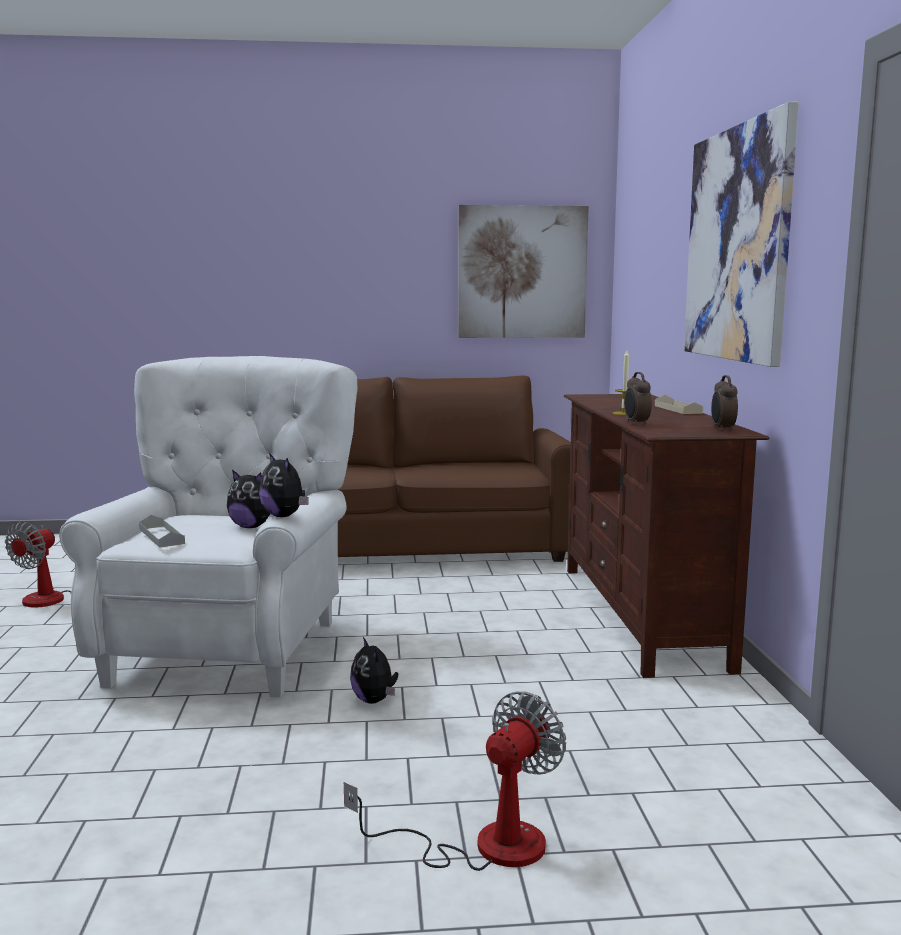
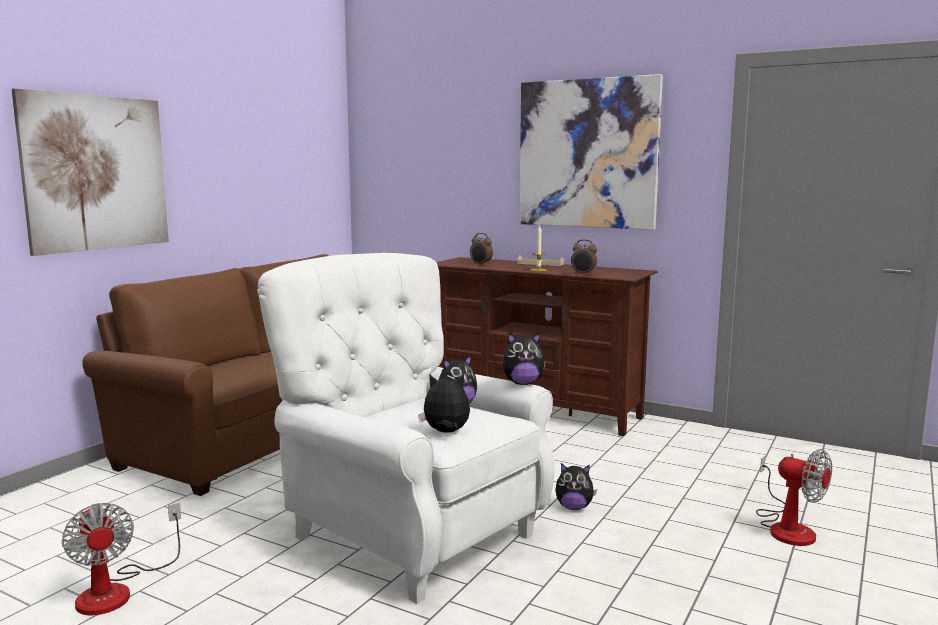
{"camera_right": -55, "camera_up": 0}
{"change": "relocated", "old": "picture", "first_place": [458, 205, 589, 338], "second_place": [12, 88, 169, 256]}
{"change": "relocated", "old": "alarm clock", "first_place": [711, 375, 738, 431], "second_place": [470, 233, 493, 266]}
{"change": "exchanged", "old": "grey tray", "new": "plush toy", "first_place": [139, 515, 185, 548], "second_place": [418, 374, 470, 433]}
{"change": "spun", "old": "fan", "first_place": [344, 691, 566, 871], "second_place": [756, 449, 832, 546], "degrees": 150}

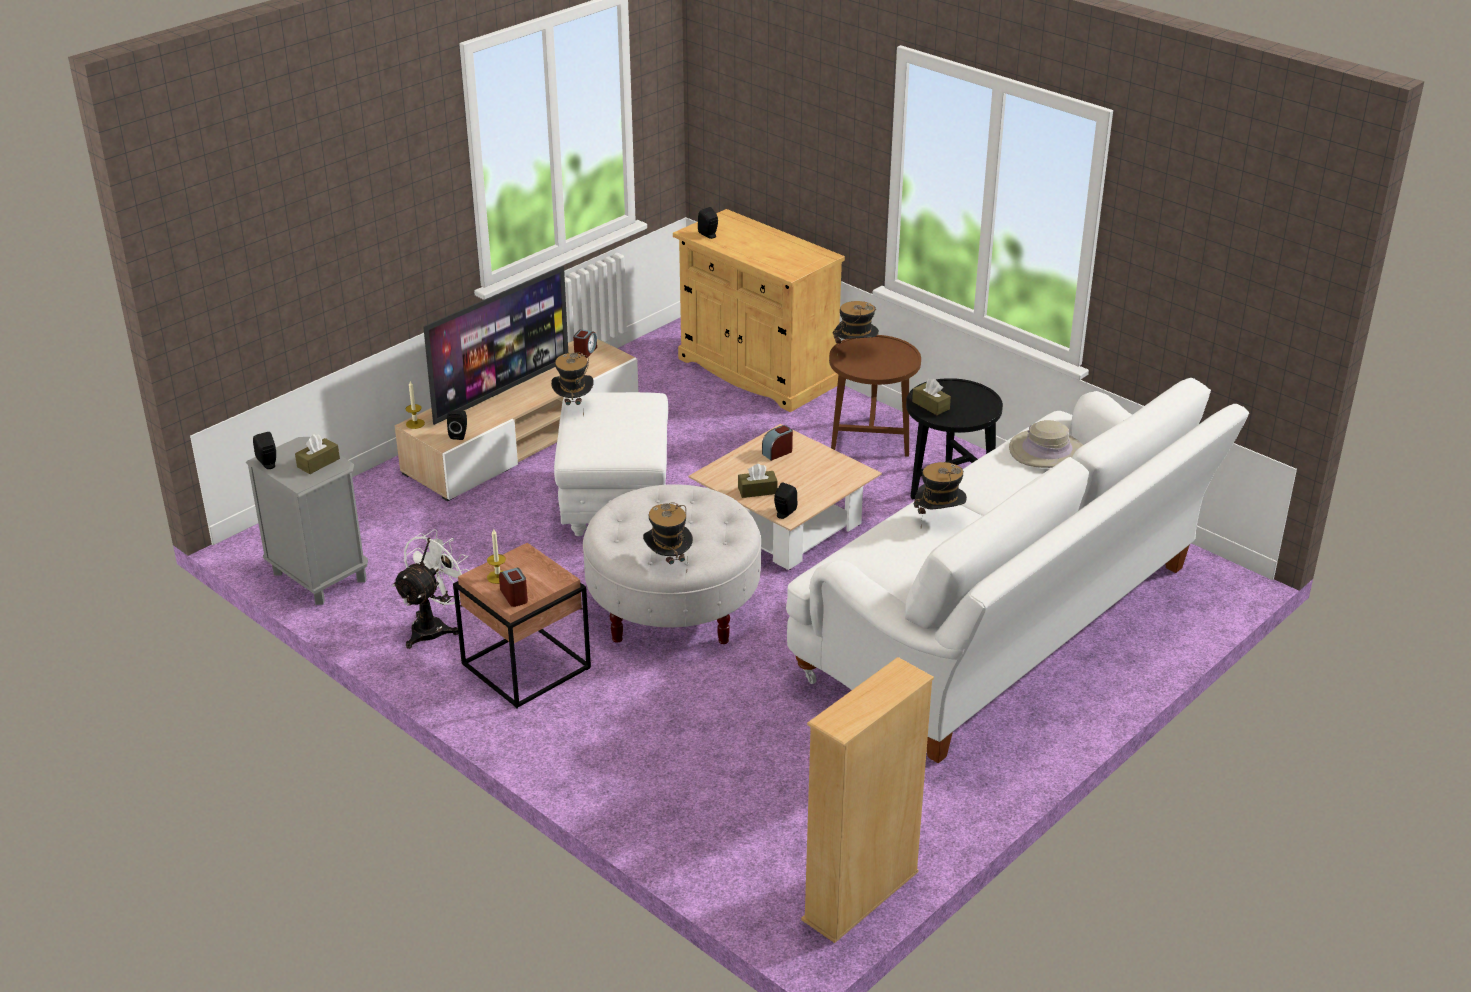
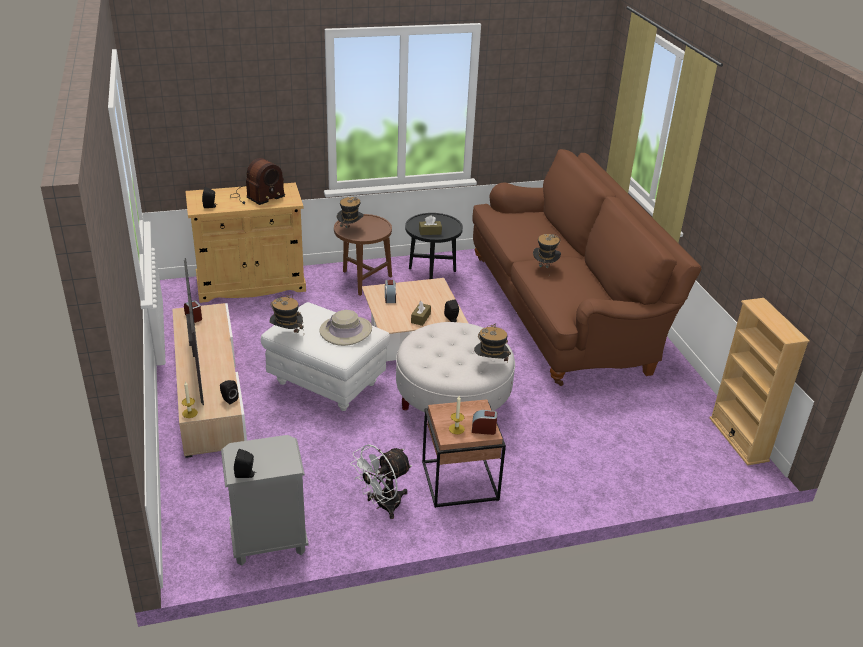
{"camera_right": -60, "camera_up": 0}
{"change": "missing", "old": "brown tissue box", "first_place": [295, 434, 340, 474]}
{"change": "appeared", "new": "radio", "second_place": [230, 158, 285, 205]}
{"change": "relocated", "old": "beige hat", "first_place": [1009, 420, 1083, 468], "second_place": [320, 310, 372, 346]}
{"change": "colour", "old": "white sofa", "new": "brown sofa", "first_place": [786, 378, 1249, 763], "second_place": [472, 149, 702, 386]}
{"change": "spun", "old": "white fan", "first_place": [392, 529, 469, 649], "second_place": [351, 444, 412, 519], "degrees": -105}

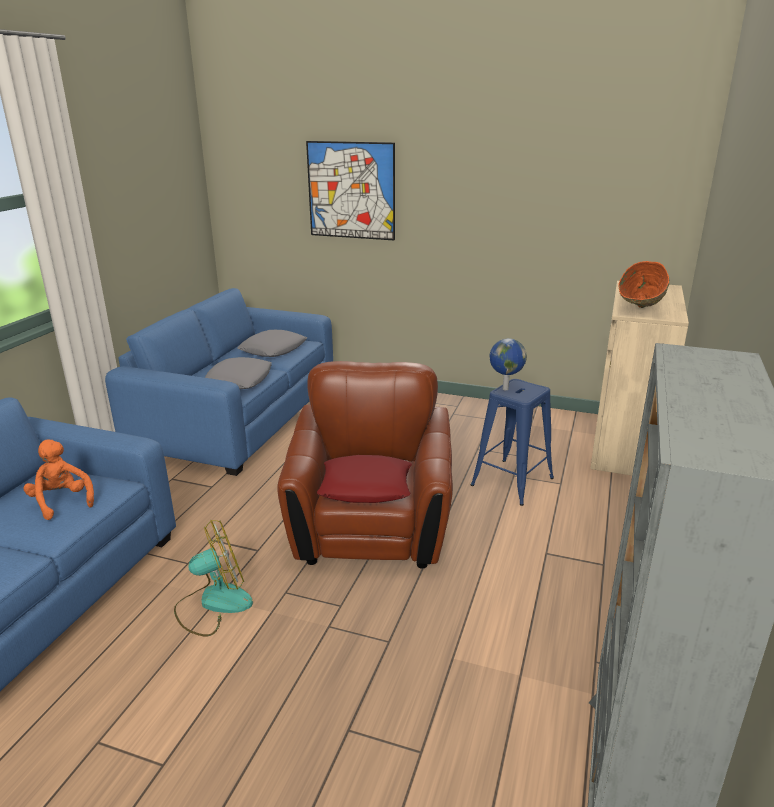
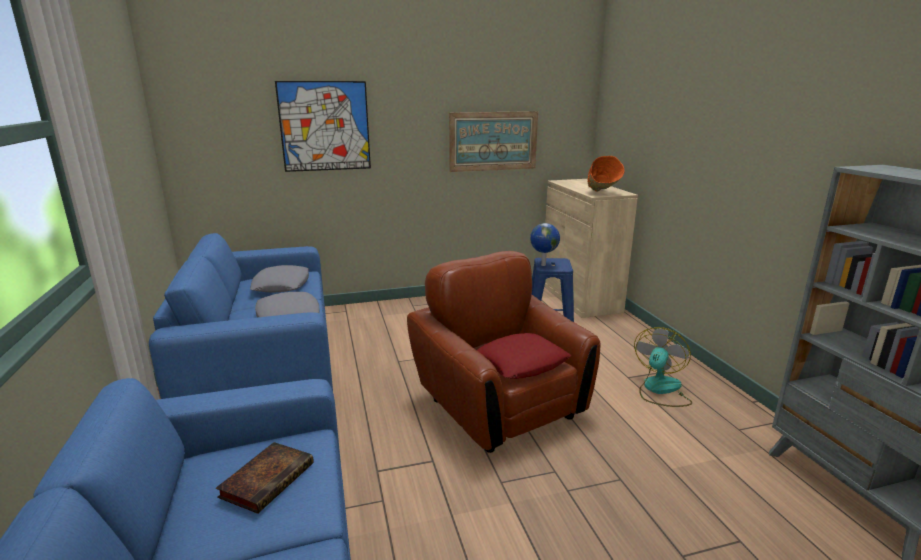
{"camera_right": -35, "camera_up": -5}
{"change": "appeared", "new": "picture", "second_place": [449, 111, 538, 172]}
{"change": "relocated", "old": "fan", "first_place": [174, 520, 253, 636], "second_place": [634, 327, 692, 407]}
{"change": "exchanged", "old": "orange plush toy", "new": "book", "first_place": [24, 439, 94, 520], "second_place": [216, 442, 314, 514]}

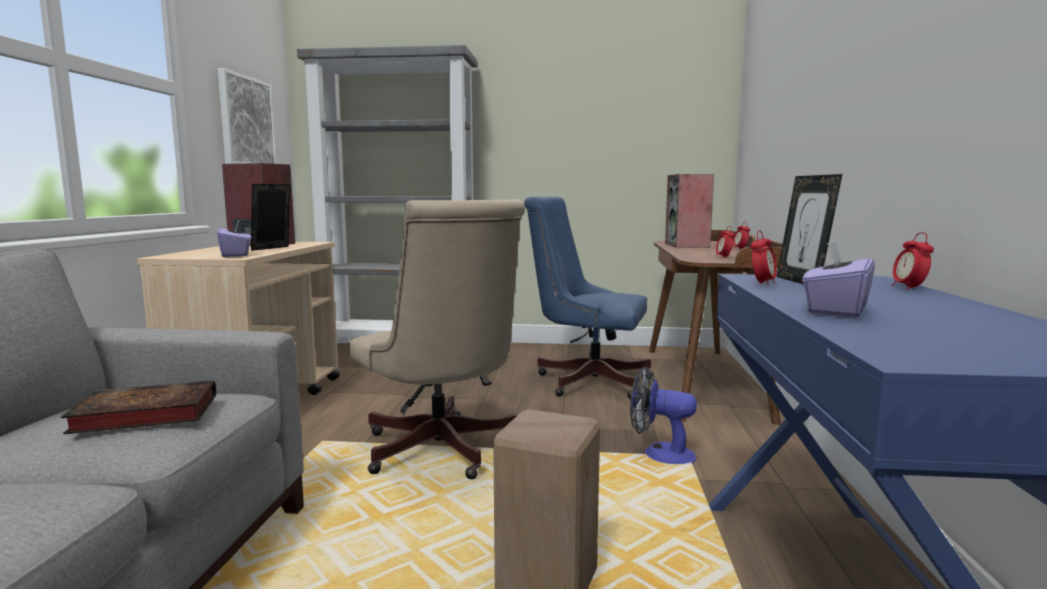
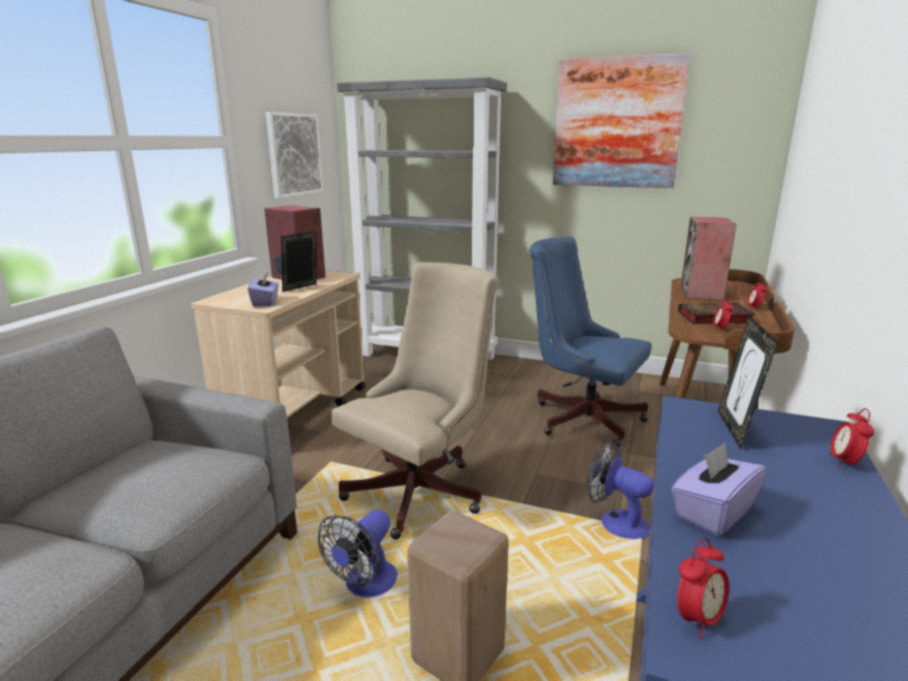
{"camera_right": 15, "camera_up": 10}
{"change": "appeared", "new": "fan", "second_place": [318, 510, 398, 597]}
{"change": "appeared", "new": "picture", "second_place": [553, 53, 690, 188]}
{"change": "relocated", "old": "book", "first_place": [61, 380, 216, 434], "second_place": [678, 303, 756, 324]}
{"change": "relocated", "old": "alarm clock", "first_place": [750, 230, 777, 286], "second_place": [677, 538, 729, 638]}
{"change": "spun", "old": "beige office chair", "first_place": [350, 199, 525, 479], "second_place": [332, 262, 499, 539], "degrees": -120}

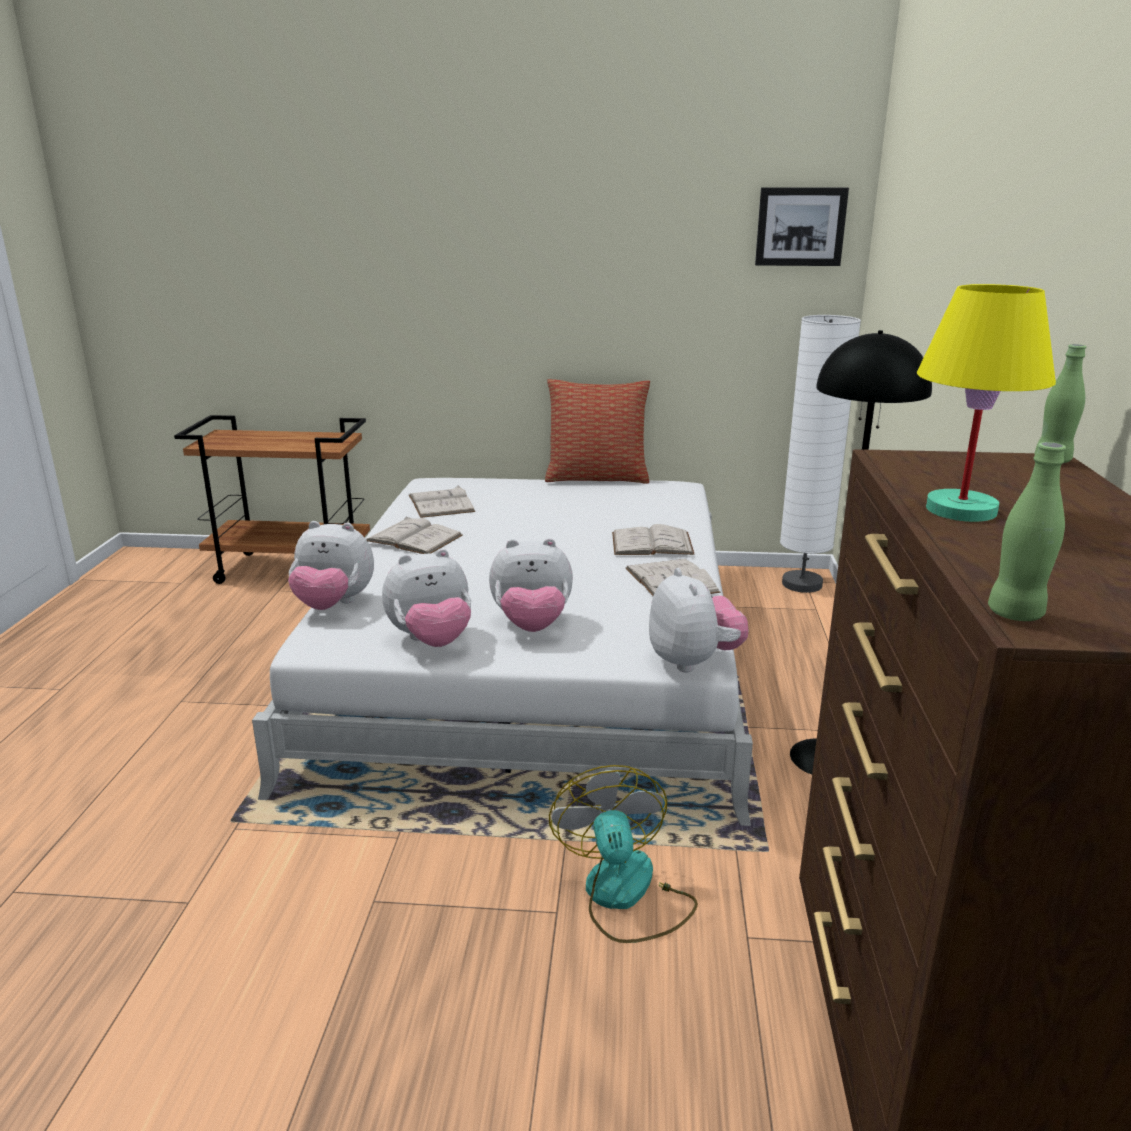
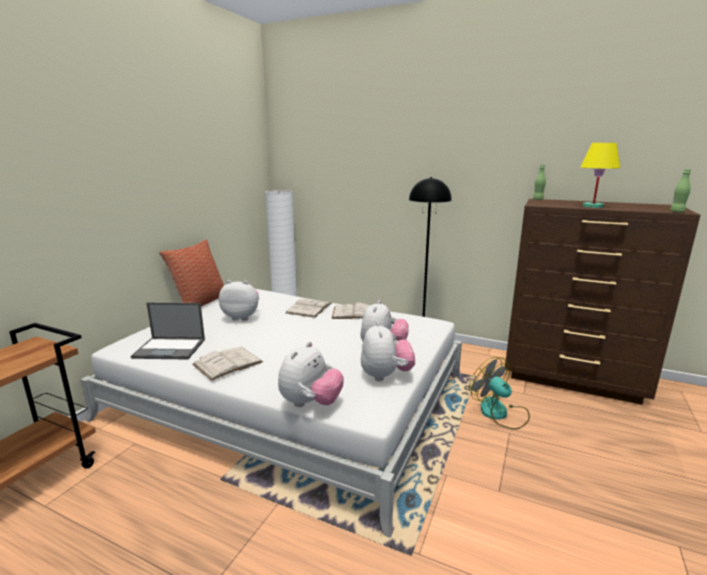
{"camera_right": -70, "camera_up": -5}
{"change": "missing", "old": "picture", "first_place": [755, 187, 849, 266]}
{"change": "relocated", "old": "plush toy", "first_place": [649, 568, 748, 672], "second_place": [219, 280, 259, 321]}
{"change": "exchanged", "old": "white book", "new": "laptop", "first_place": [409, 485, 475, 518], "second_place": [131, 303, 205, 360]}
{"change": "spun", "old": "fan", "first_place": [549, 765, 698, 943], "second_place": [469, 357, 530, 430], "degrees": 45}

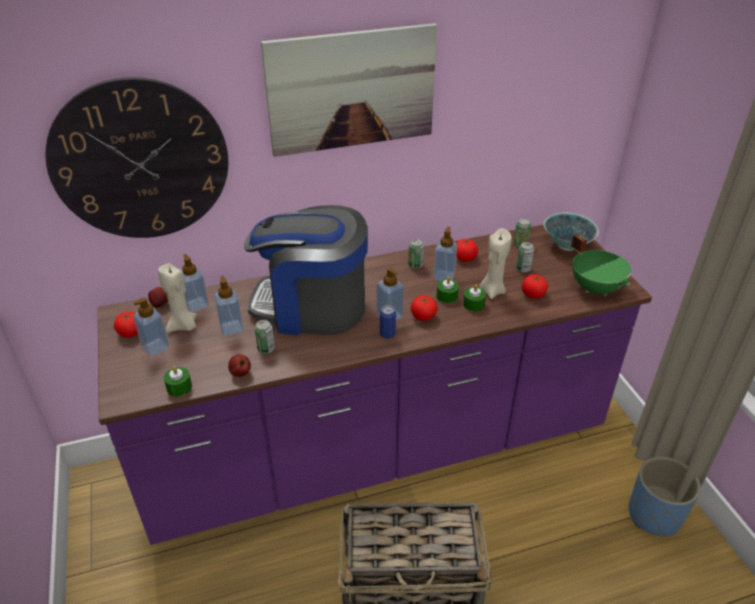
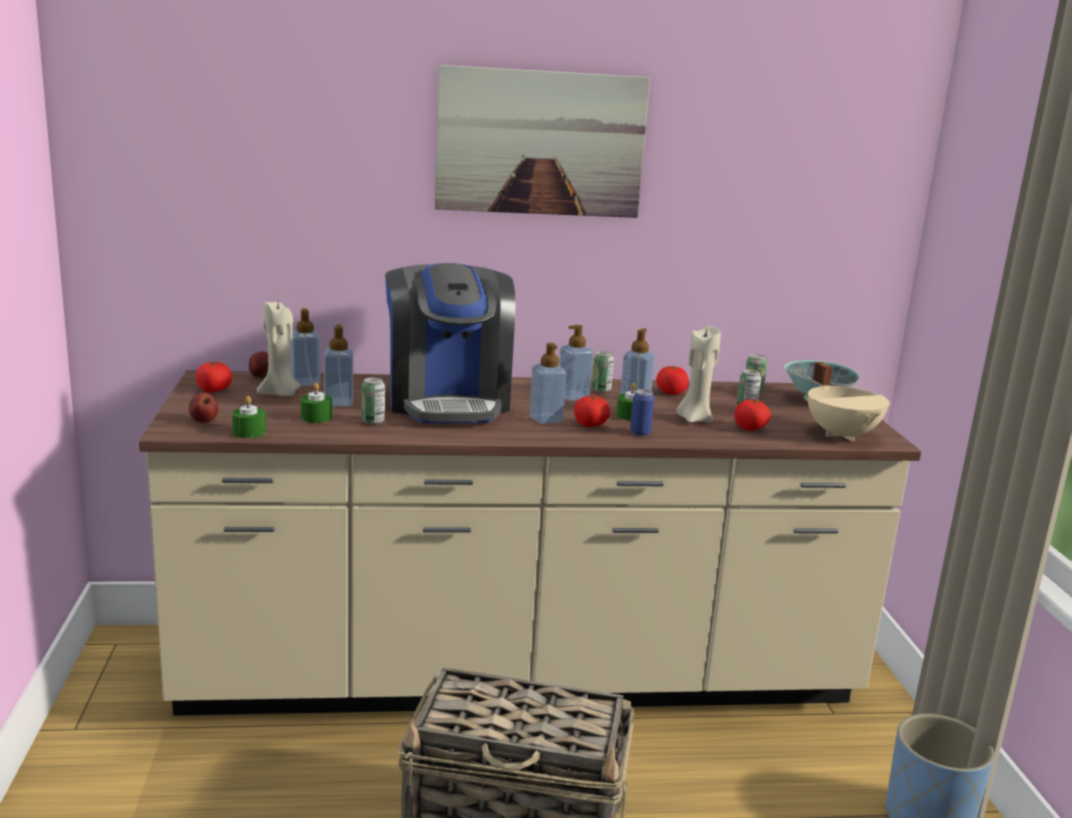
{"camera_right": 10, "camera_up": -20}
{"change": "missing", "old": "wall clock", "first_place": [46, 77, 228, 238]}
{"change": "relocated", "old": "soap dispenser", "first_place": [133, 297, 169, 356], "second_place": [559, 325, 593, 401]}
{"change": "relocated", "old": "apple", "first_place": [228, 355, 251, 377], "second_place": [189, 393, 218, 423]}
{"change": "relocated", "old": "can", "first_place": [380, 305, 396, 339], "second_place": [630, 389, 654, 436]}
{"change": "relocated", "old": "green candle", "first_place": [463, 284, 486, 312], "second_place": [301, 383, 332, 423]}
{"change": "colour", "old": "purple counter", "new": "beige counter", "first_place": [98, 225, 652, 545], "second_place": [139, 370, 921, 716]}
{"change": "colour", "old": "green cooking pot", "new": "beige cooking pot", "first_place": [571, 233, 632, 296], "second_place": [808, 362, 890, 442]}
{"change": "spun", "old": "coffee machine", "first_place": [244, 205, 368, 335], "second_place": [385, 263, 515, 423], "degrees": -120}

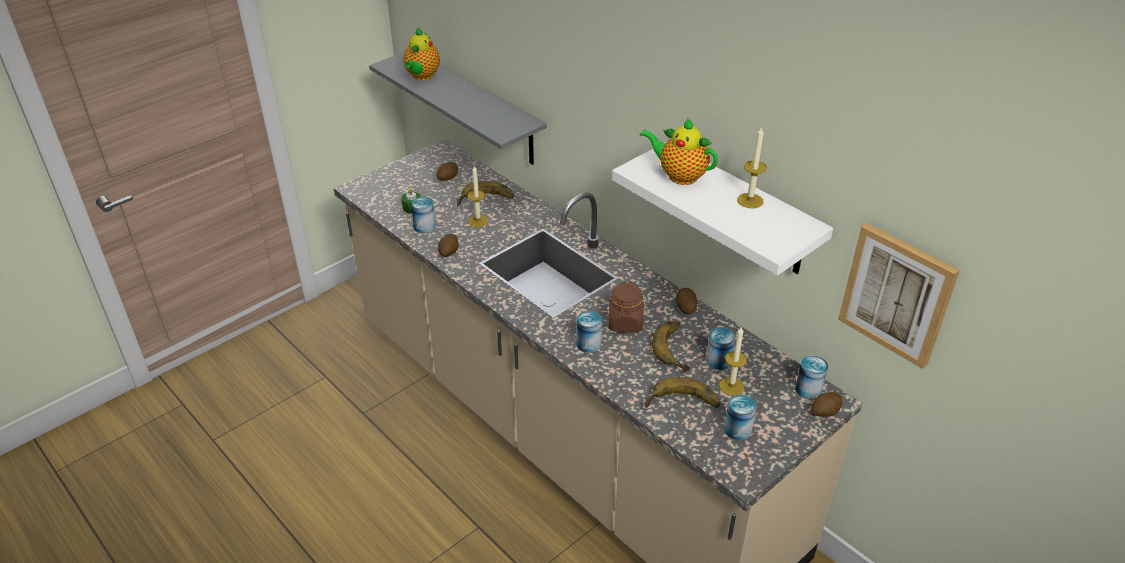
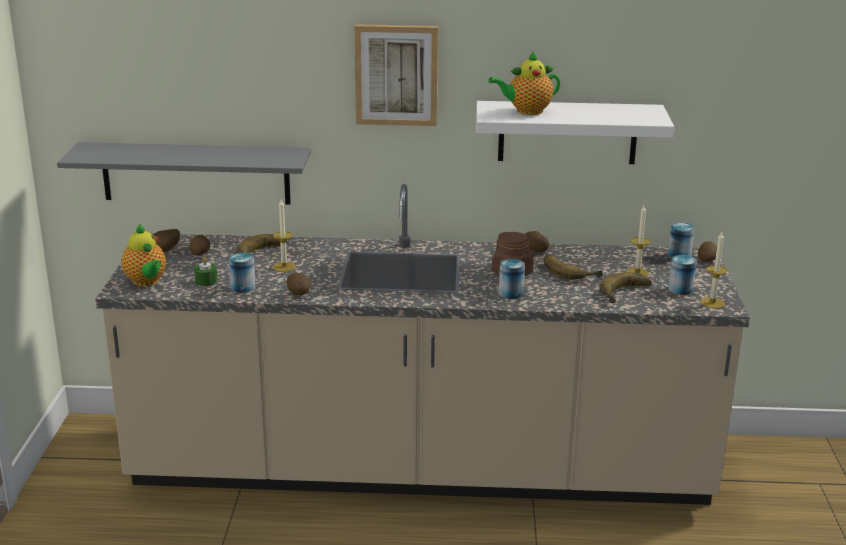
{"camera_right": -45, "camera_up": -15}
{"change": "missing", "old": "can", "first_place": [706, 327, 735, 370]}
{"change": "appeared", "new": "potato", "second_place": [153, 229, 180, 252]}
{"change": "relocated", "old": "teapot", "first_place": [403, 28, 440, 80], "second_place": [121, 224, 166, 286]}
{"change": "relocated", "old": "candle", "first_place": [737, 126, 767, 208], "second_place": [700, 232, 727, 308]}
{"change": "relocated", "old": "picture", "first_place": [838, 223, 960, 369], "second_place": [355, 24, 438, 126]}

